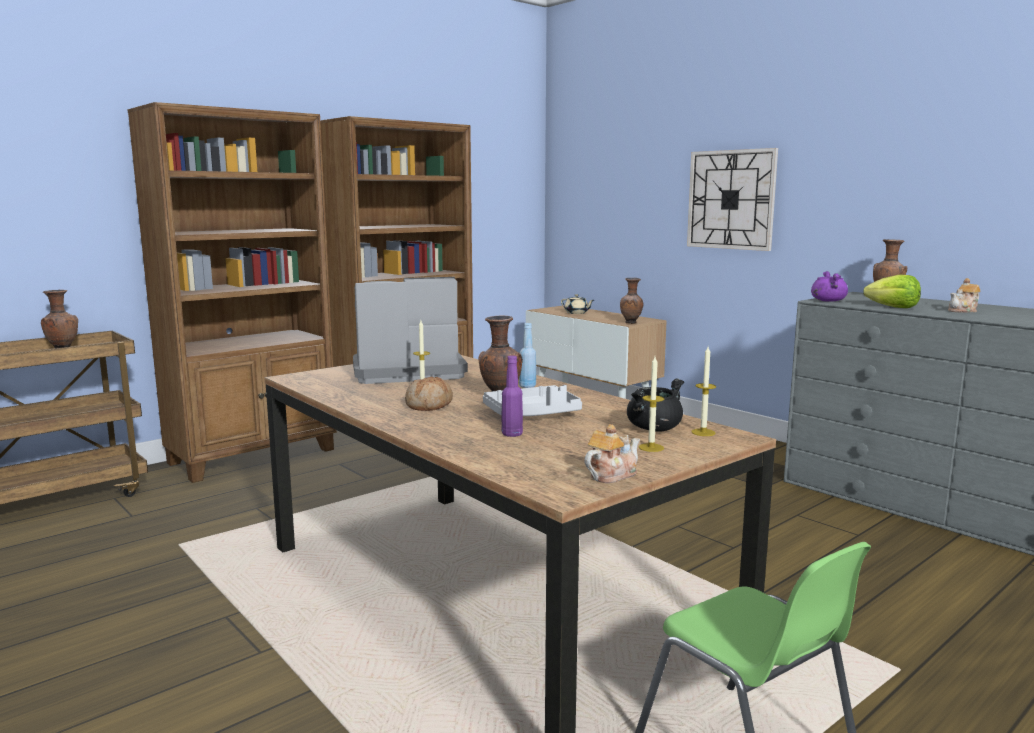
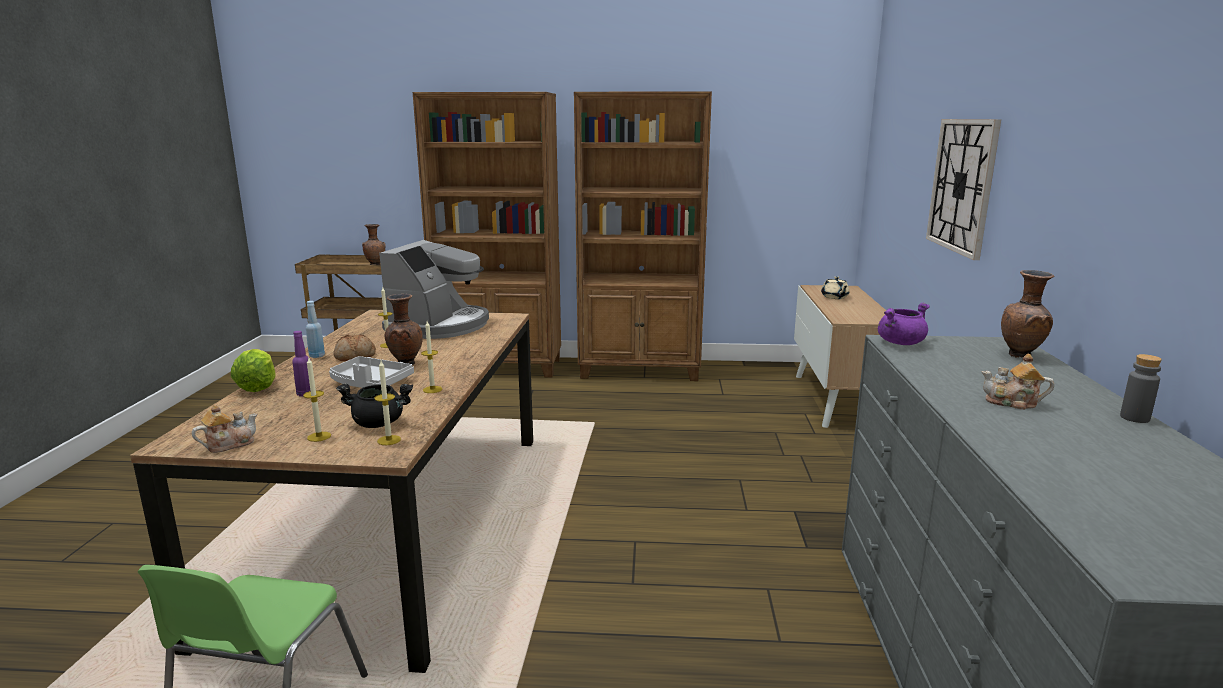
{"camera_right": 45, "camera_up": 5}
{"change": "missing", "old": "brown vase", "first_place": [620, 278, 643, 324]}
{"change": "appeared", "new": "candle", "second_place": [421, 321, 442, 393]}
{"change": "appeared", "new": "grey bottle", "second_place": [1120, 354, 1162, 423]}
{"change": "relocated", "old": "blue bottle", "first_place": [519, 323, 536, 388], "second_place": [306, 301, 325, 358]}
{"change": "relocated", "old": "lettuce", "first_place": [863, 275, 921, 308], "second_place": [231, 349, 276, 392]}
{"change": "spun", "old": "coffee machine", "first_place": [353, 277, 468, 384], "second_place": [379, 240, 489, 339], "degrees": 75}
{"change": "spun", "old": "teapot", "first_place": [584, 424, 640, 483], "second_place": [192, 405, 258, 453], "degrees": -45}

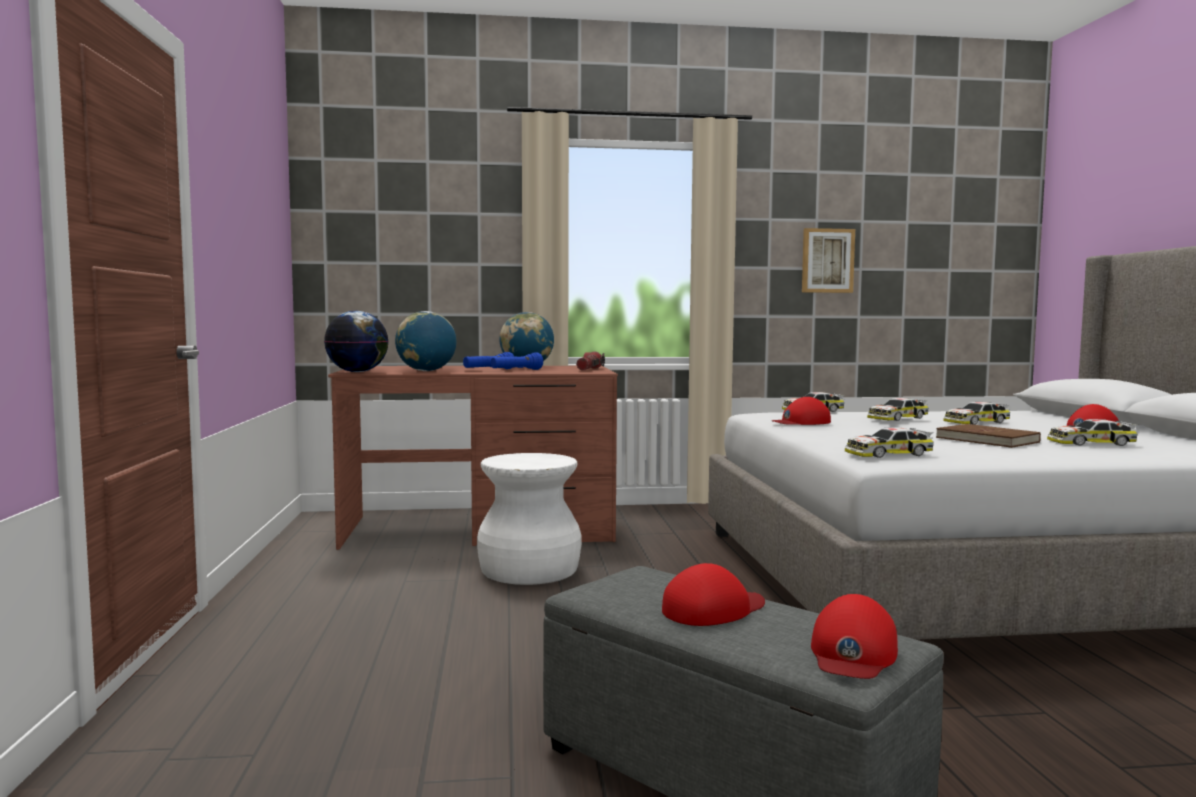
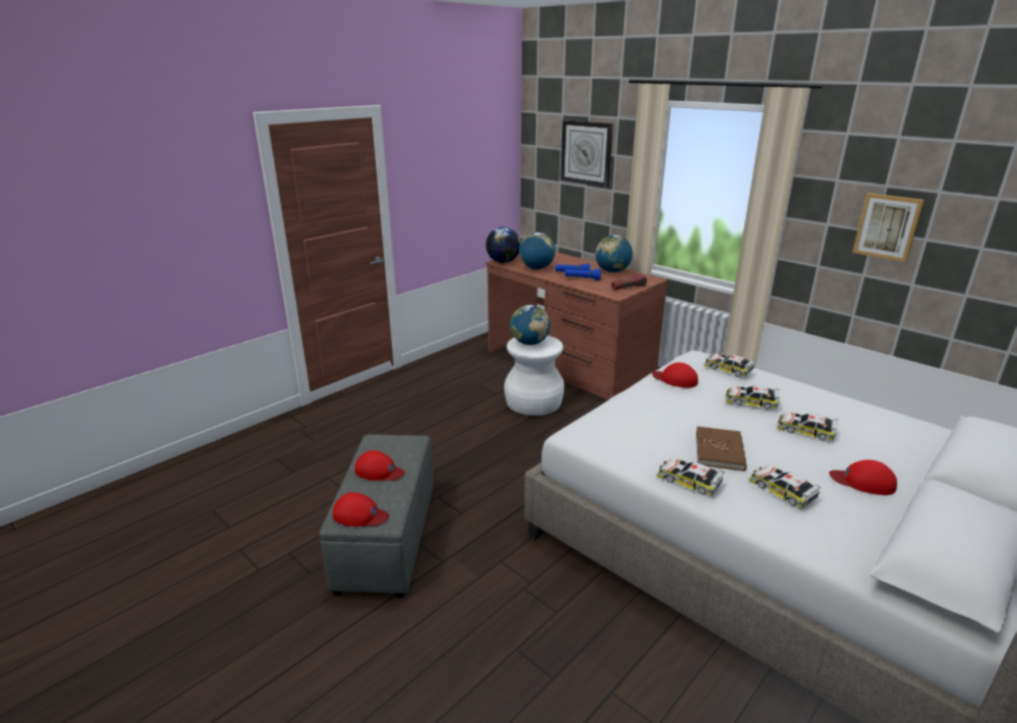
{"camera_right": 50, "camera_up": 20}
{"change": "appeared", "new": "globe", "second_place": [510, 305, 550, 345]}
{"change": "appeared", "new": "wall clock", "second_place": [560, 120, 613, 187]}
{"change": "relocated", "old": "toy car", "first_place": [845, 427, 933, 458], "second_place": [657, 458, 725, 495]}
{"change": "spun", "old": "red cap", "first_place": [811, 594, 898, 679], "second_place": [333, 492, 389, 527], "degrees": -150}

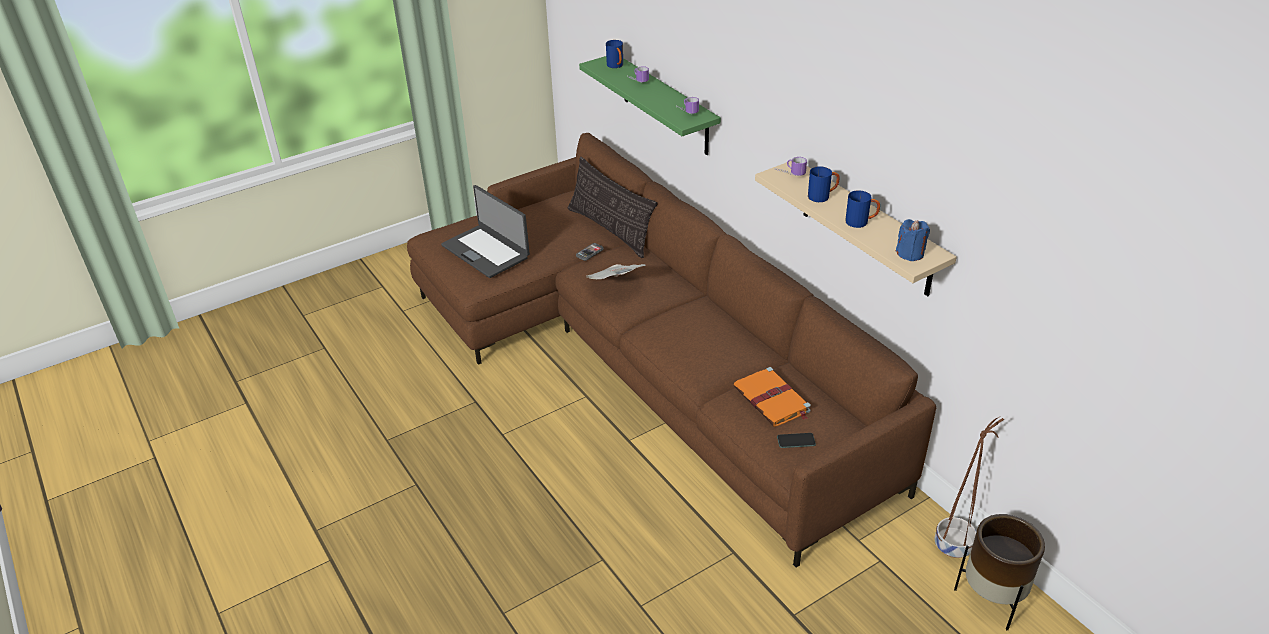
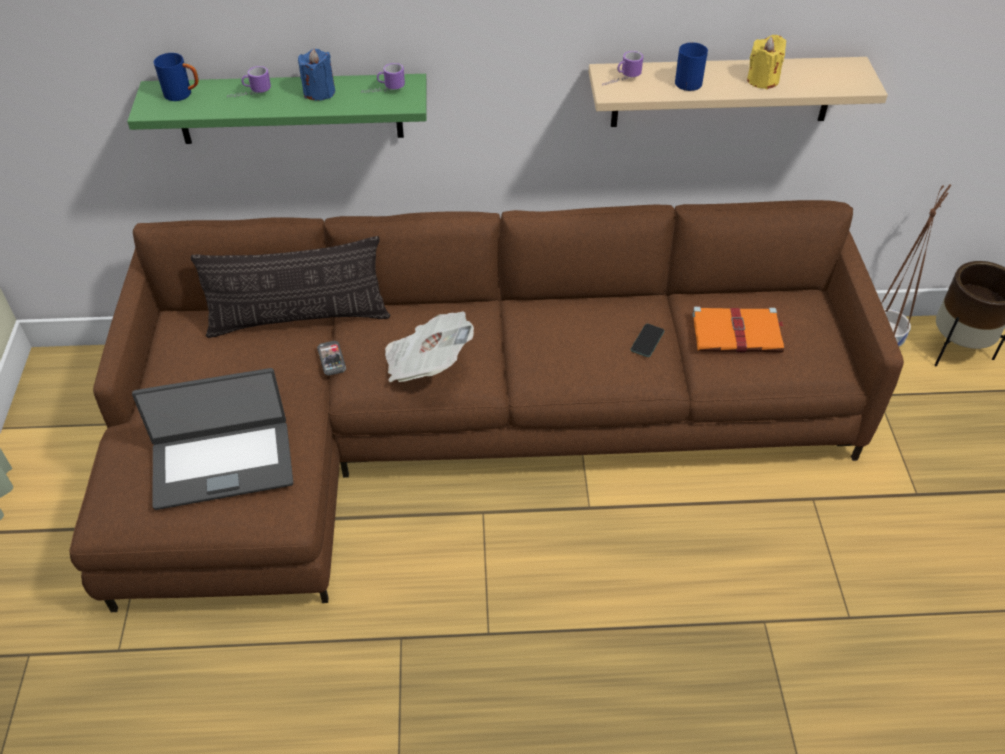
{"camera_right": -60, "camera_up": 10}
{"change": "relocated", "old": "phone", "first_place": [777, 433, 816, 448], "second_place": [630, 324, 664, 357]}
{"change": "relocated", "old": "blue candle", "first_place": [896, 219, 930, 261], "second_place": [298, 49, 335, 101]}
{"change": "exchanged", "old": "blue mug", "new": "yellow candle", "first_place": [845, 190, 880, 228], "second_place": [747, 35, 786, 89]}

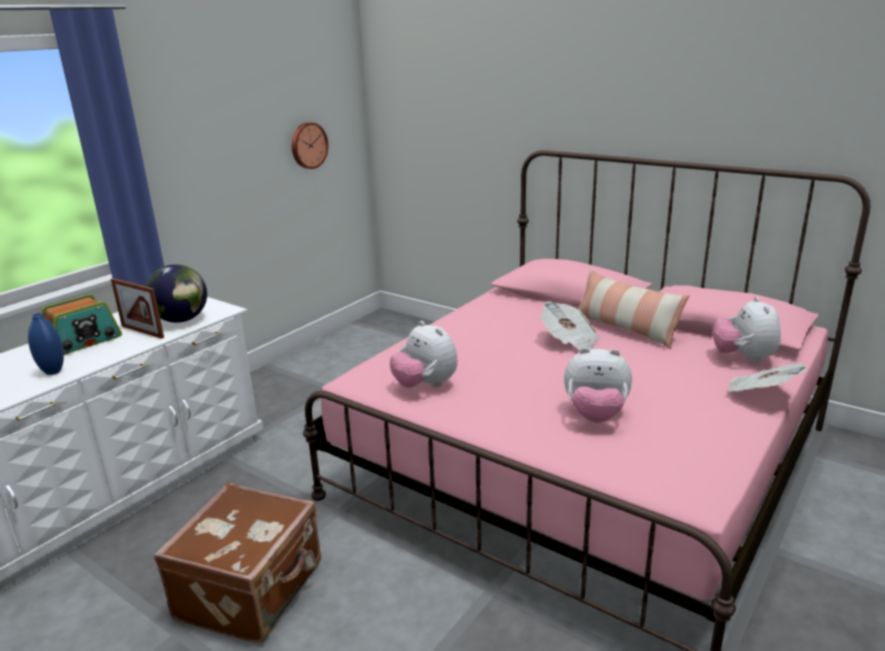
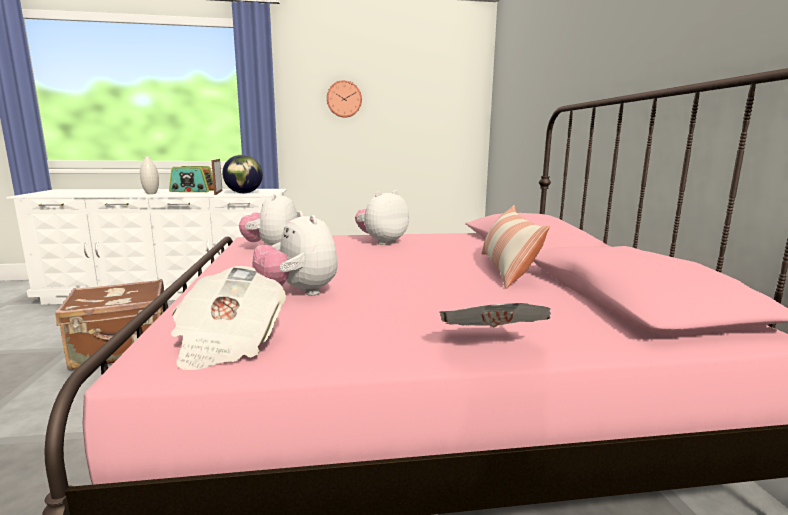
{"camera_right": 45, "camera_up": -10}
{"change": "relocated", "old": "wall clock", "first_place": [292, 122, 328, 169], "second_place": [327, 80, 362, 118]}
{"change": "relocated", "old": "newspaper", "first_place": [540, 301, 600, 350], "second_place": [171, 266, 286, 370]}
{"change": "relocated", "old": "plush toy", "first_place": [712, 297, 781, 363], "second_place": [355, 190, 409, 245]}
{"change": "colour", "old": "blue vase", "new": "white vase", "first_place": [28, 313, 64, 375], "second_place": [140, 156, 159, 194]}

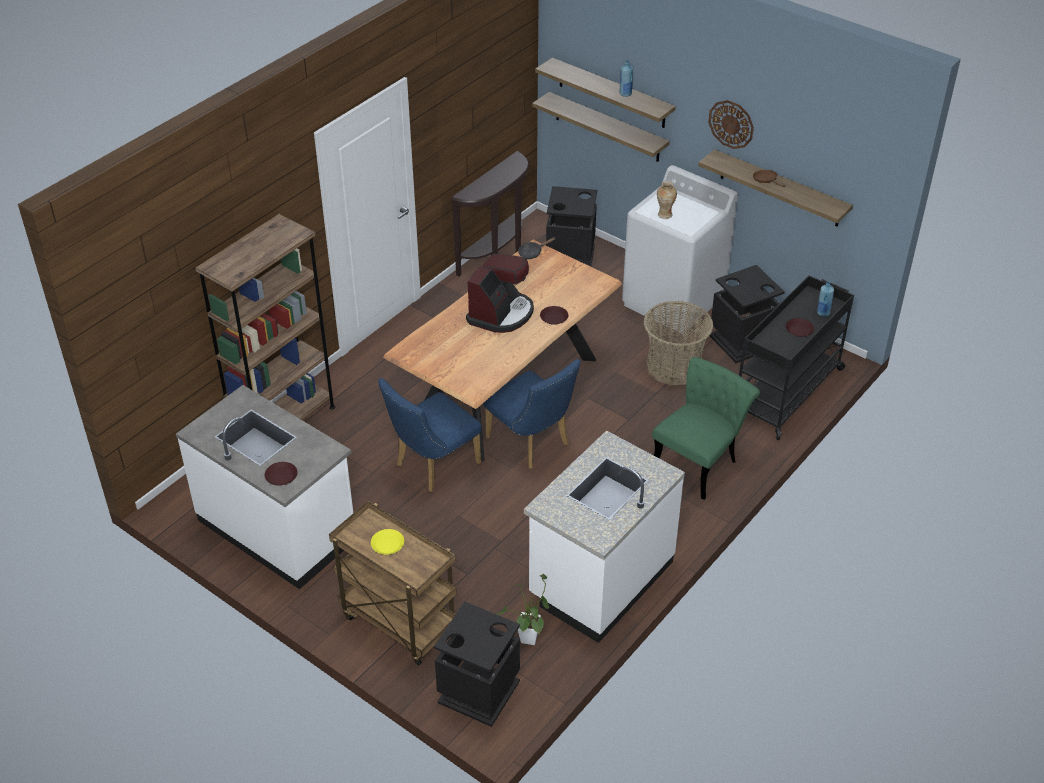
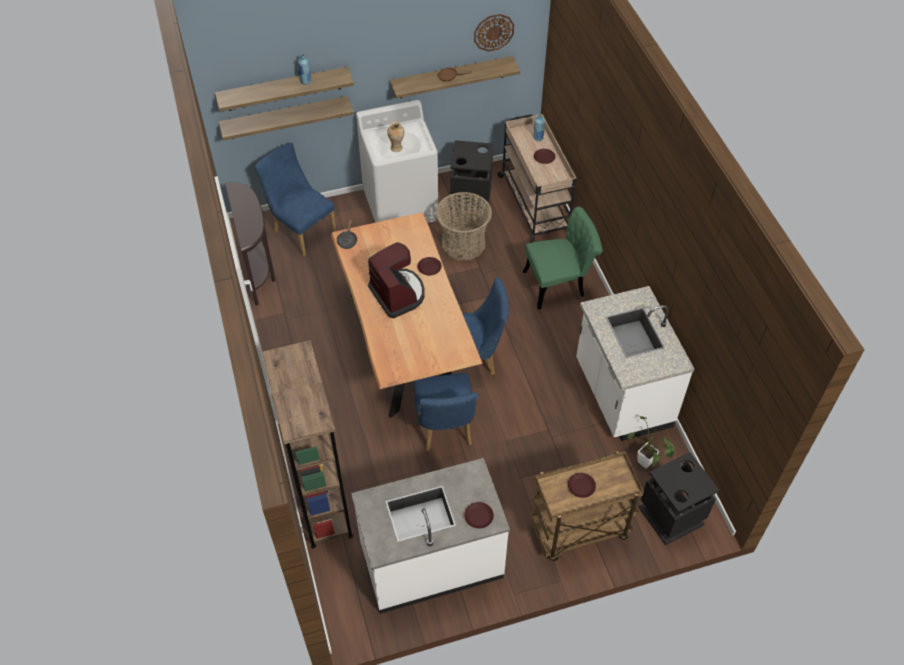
{"camera_right": -55, "camera_up": 10}
{"change": "relocated", "old": "wall clock", "first_place": [708, 100, 754, 149], "second_place": [474, 14, 514, 52]}
{"change": "exchanged", "old": "black trash can", "new": "blue chair", "first_place": [546, 186, 597, 267], "second_place": [255, 143, 336, 256]}
{"change": "colour", "old": "yellow plate", "new": "brown plate", "first_place": [371, 529, 404, 555], "second_place": [568, 473, 596, 498]}
{"change": "colour", "old": "black cart", "new": "beige cart", "first_place": [739, 276, 854, 440], "second_place": [498, 114, 577, 243]}
{"change": "spun", "old": "green chair", "first_place": [652, 357, 760, 500], "second_place": [523, 206, 603, 310], "degrees": 90}

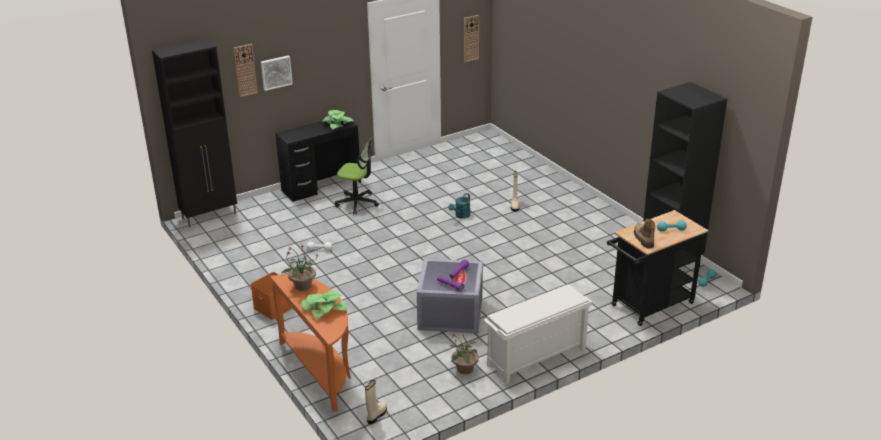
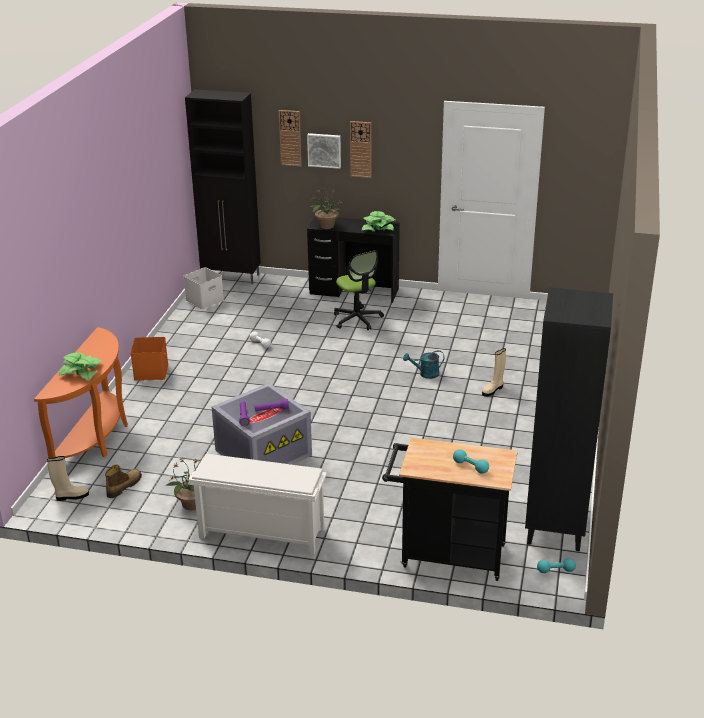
{"camera_right": 45, "camera_up": 0}
{"change": "appeared", "new": "white storage box", "second_place": [184, 267, 224, 310]}
{"change": "relocated", "old": "potted plant", "first_place": [281, 244, 318, 291], "second_place": [310, 188, 340, 229]}
{"change": "relocated", "old": "wall clock", "first_place": [464, 15, 479, 62], "second_place": [350, 121, 372, 178]}
{"change": "relocated", "old": "boot", "first_place": [634, 219, 655, 249], "second_place": [105, 464, 142, 498]}

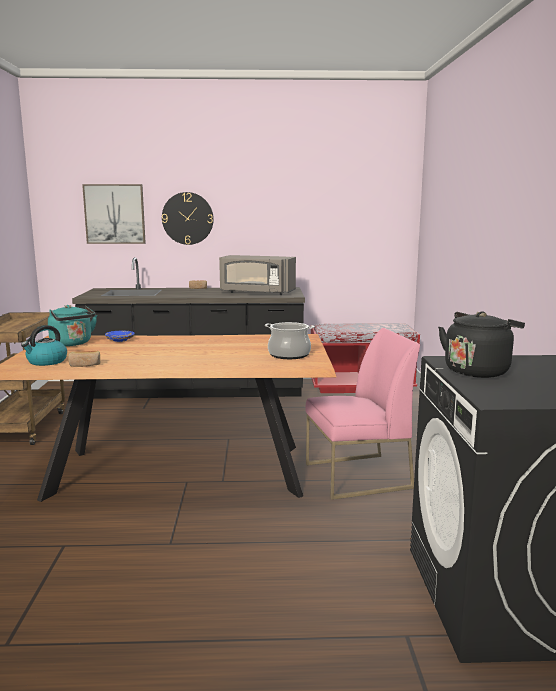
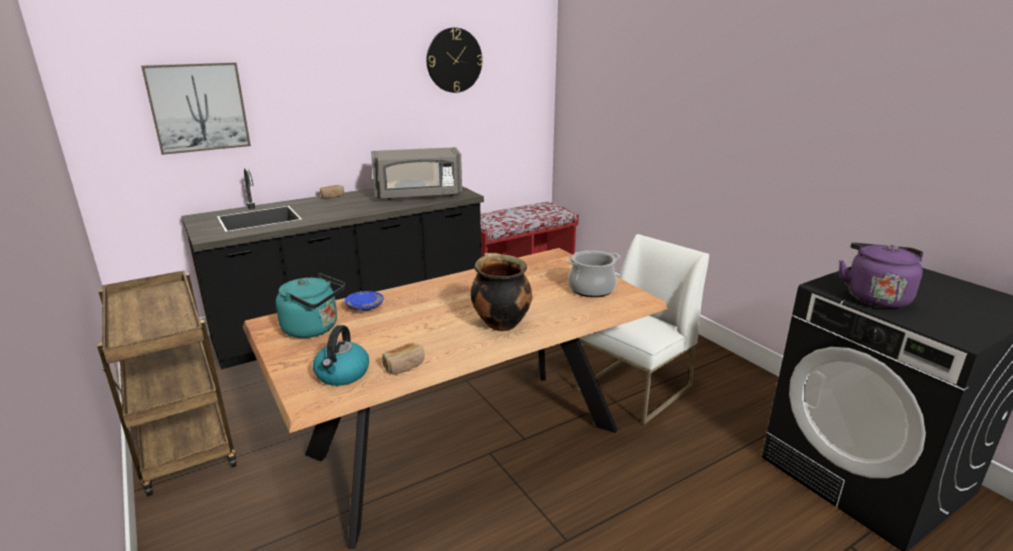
{"camera_right": -30, "camera_up": 10}
{"change": "appeared", "new": "cooking pot", "second_place": [470, 253, 532, 331]}
{"change": "relocated", "old": "wall clock", "first_place": [162, 192, 214, 245], "second_place": [426, 28, 483, 93]}
{"change": "colour", "old": "pink chair", "new": "white chair", "first_place": [306, 328, 420, 500], "second_place": [577, 234, 709, 425]}
{"change": "colour", "old": "black kettle", "new": "purple kettle", "first_place": [438, 311, 525, 378], "second_place": [839, 242, 923, 308]}

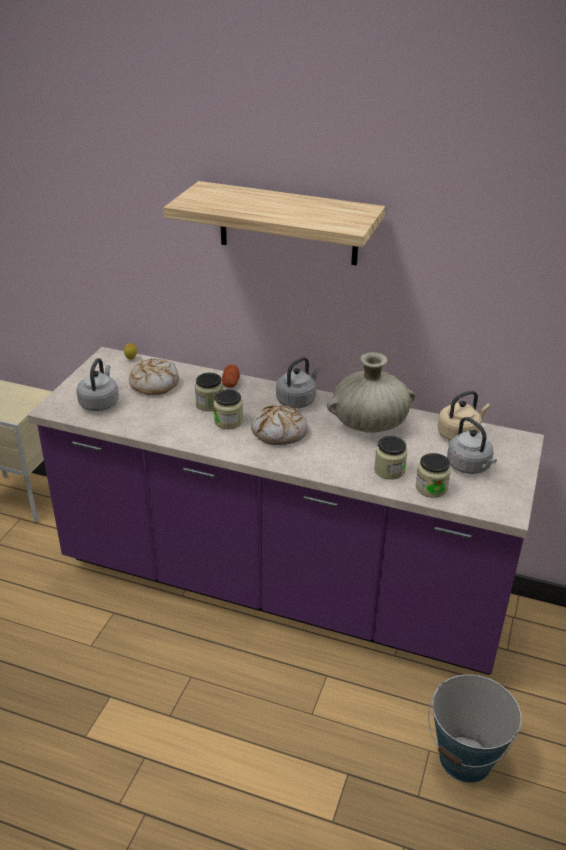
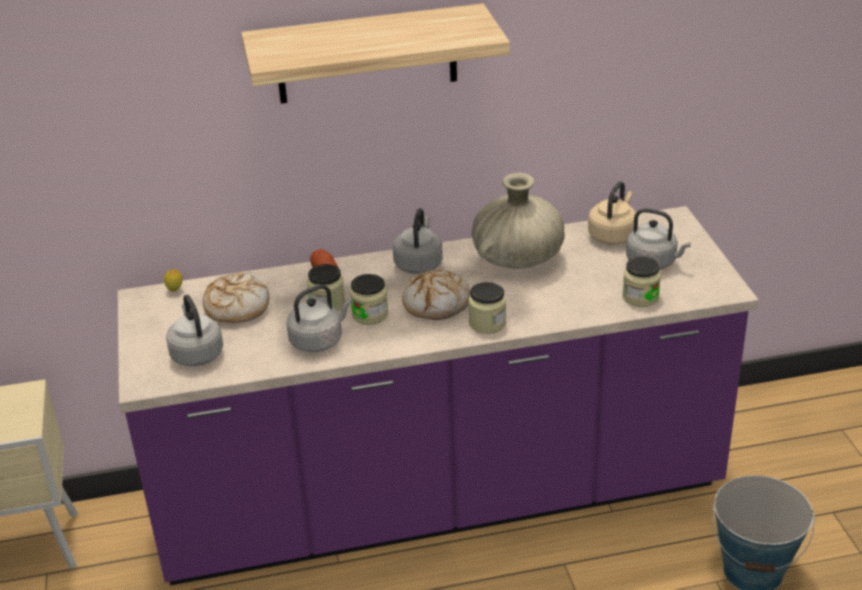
{"camera_right": -30, "camera_up": 0}
{"change": "appeared", "new": "grey kettle", "second_place": [286, 284, 352, 352]}
{"change": "relocated", "old": "jar", "first_place": [374, 436, 407, 480], "second_place": [468, 282, 506, 334]}

